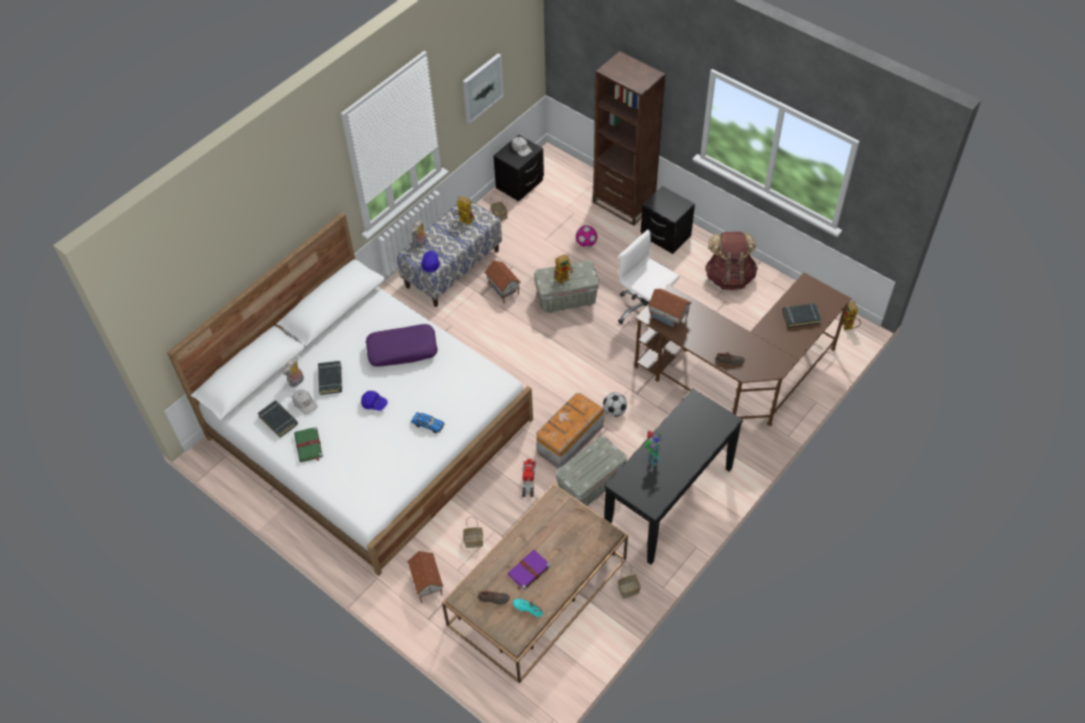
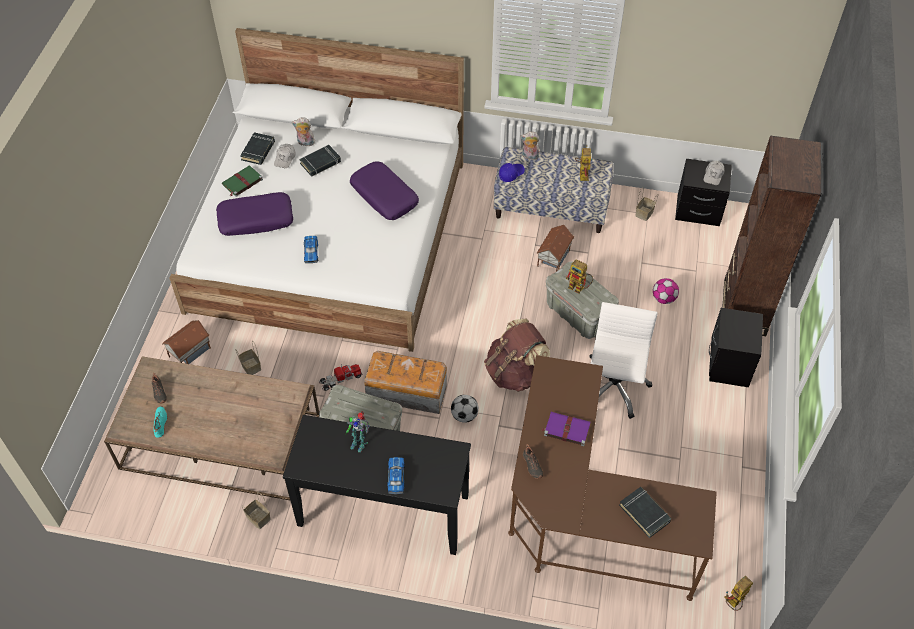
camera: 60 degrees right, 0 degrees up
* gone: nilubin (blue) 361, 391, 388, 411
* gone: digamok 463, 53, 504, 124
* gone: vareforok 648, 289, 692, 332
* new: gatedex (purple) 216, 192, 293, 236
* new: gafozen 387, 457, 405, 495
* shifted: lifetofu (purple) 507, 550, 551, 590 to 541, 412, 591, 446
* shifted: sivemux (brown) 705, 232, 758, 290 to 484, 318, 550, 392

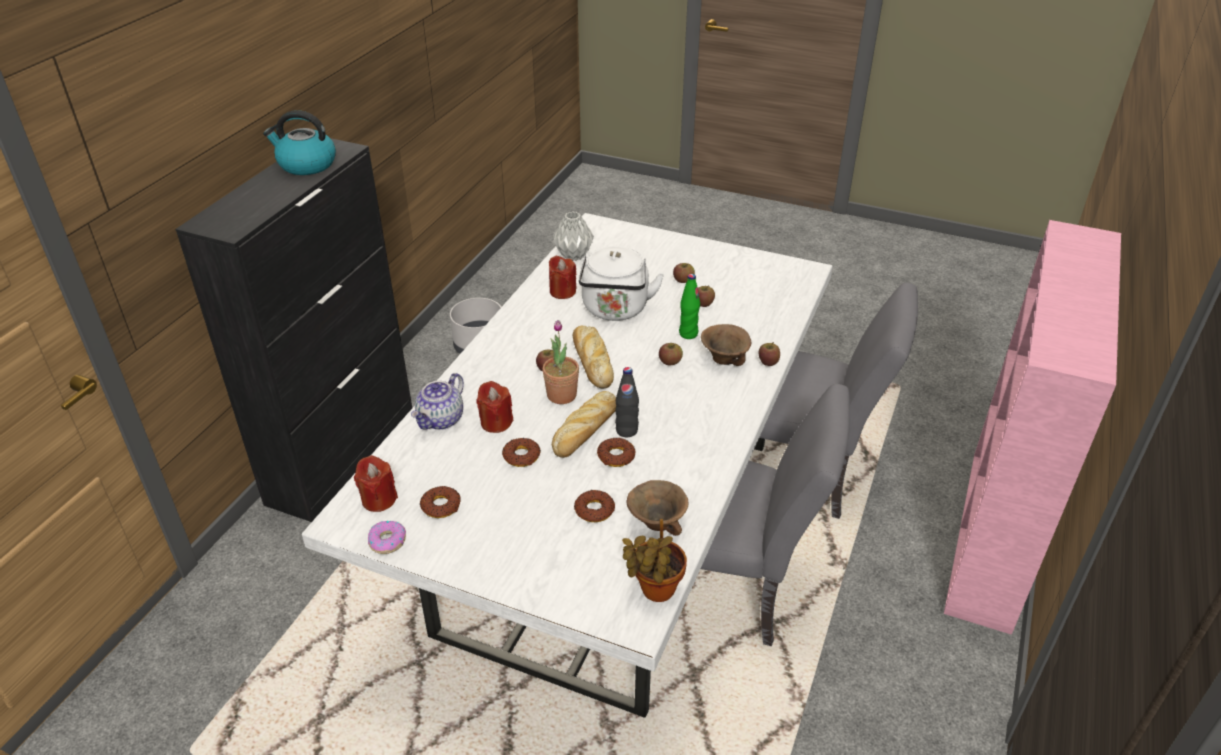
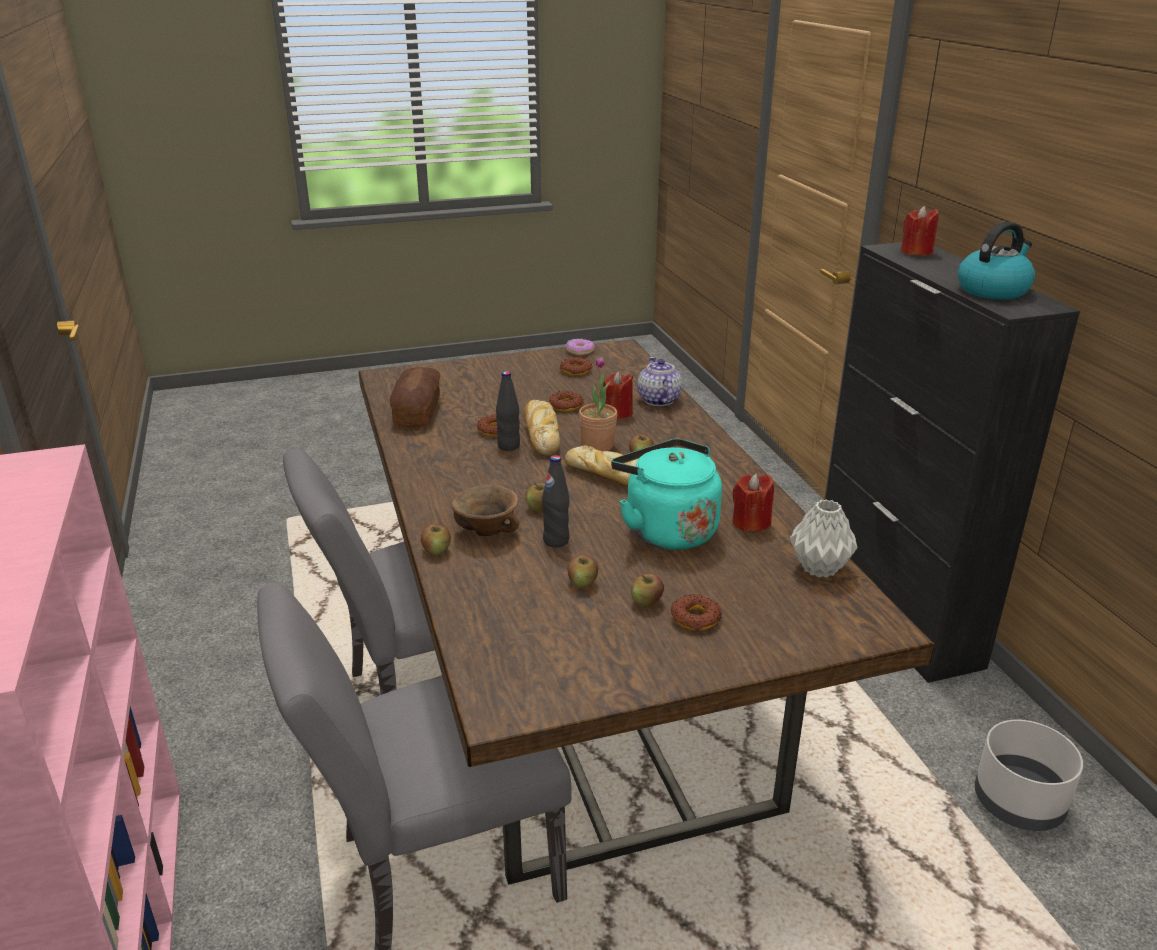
camera: 140 degrees right, 10 degrees down
* gone: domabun 622, 519, 687, 602
* shifted: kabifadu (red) 354, 455, 398, 512 to 901, 206, 939, 256
* shifted: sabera 574, 490, 615, 522 to 671, 594, 722, 631
* swapped: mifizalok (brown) 627, 480, 689, 536 to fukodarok 390, 367, 440, 427
* repainted: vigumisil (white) 302, 213, 832, 718 to vigumisil (brown) 359, 339, 935, 885
* repainted: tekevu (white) 579, 246, 664, 321 to tekevu (turquoise) 611, 439, 722, 550
* repainted: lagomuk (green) 679, 274, 700, 339 to lagomuk (black) 542, 455, 570, 547

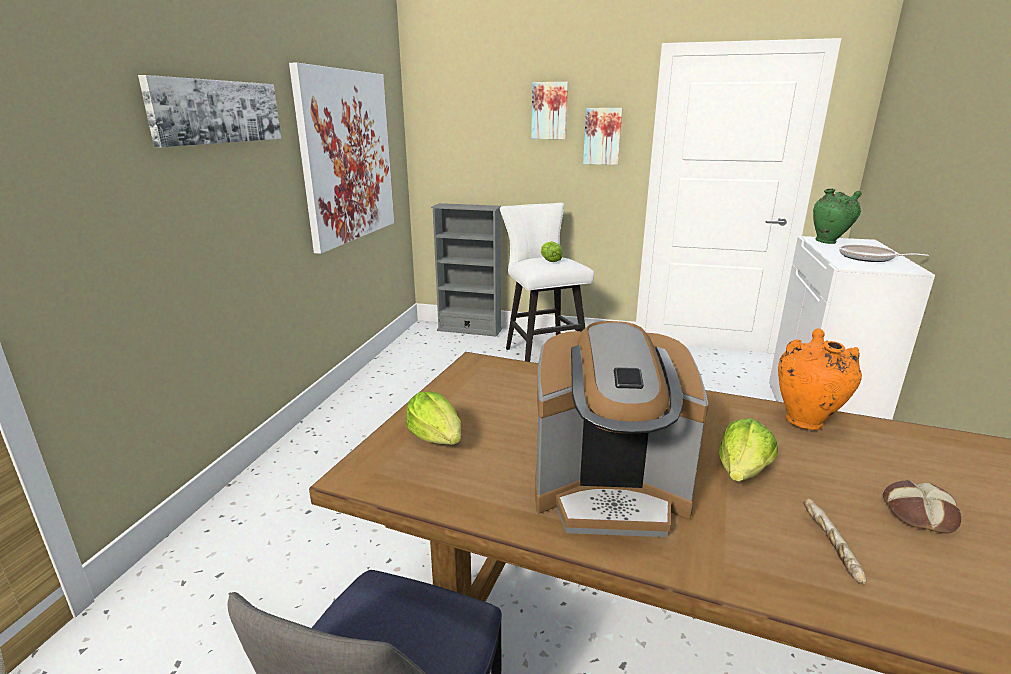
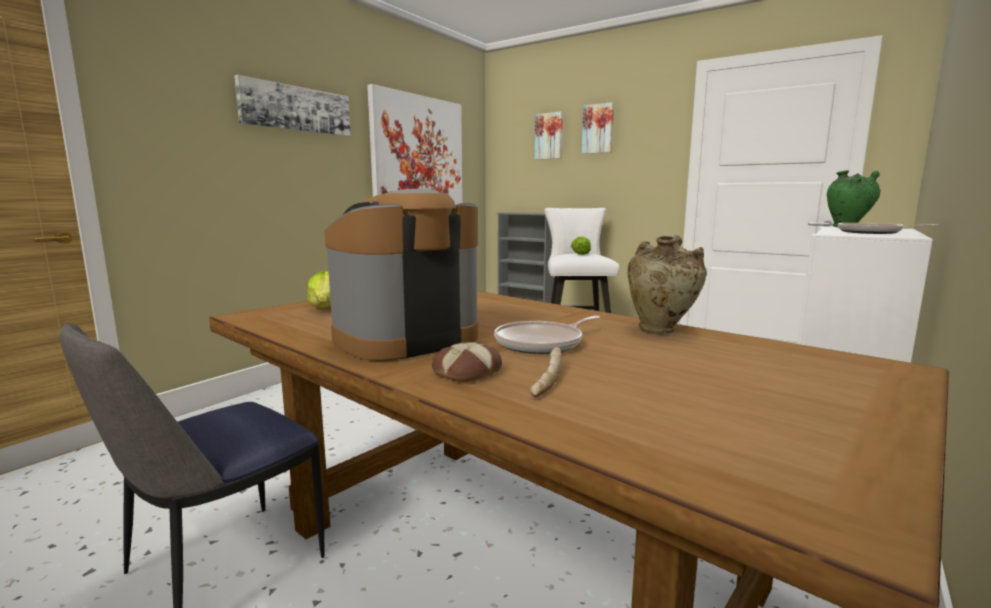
camera: 20 degrees right, 10 degrees down
* shifted: digamok 583, 108, 623, 165 to 535, 112, 563, 160
* shifted: fukodarok 883, 480, 961, 534 to 432, 342, 502, 382
* swapped: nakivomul 719, 418, 778, 482 to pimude 494, 316, 600, 354
* repainted: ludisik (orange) 778, 329, 862, 430 to ludisik (beige) 627, 235, 707, 333
* rotated: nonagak 535, 321, 709, 537 = 324, 189, 478, 361 120 degrees clockwise

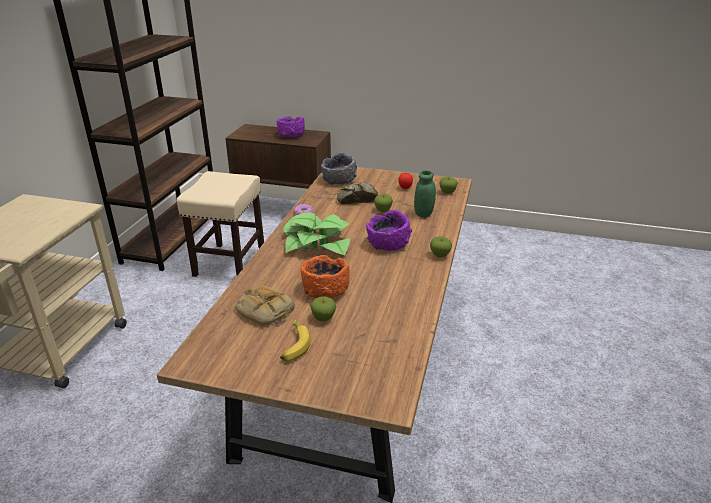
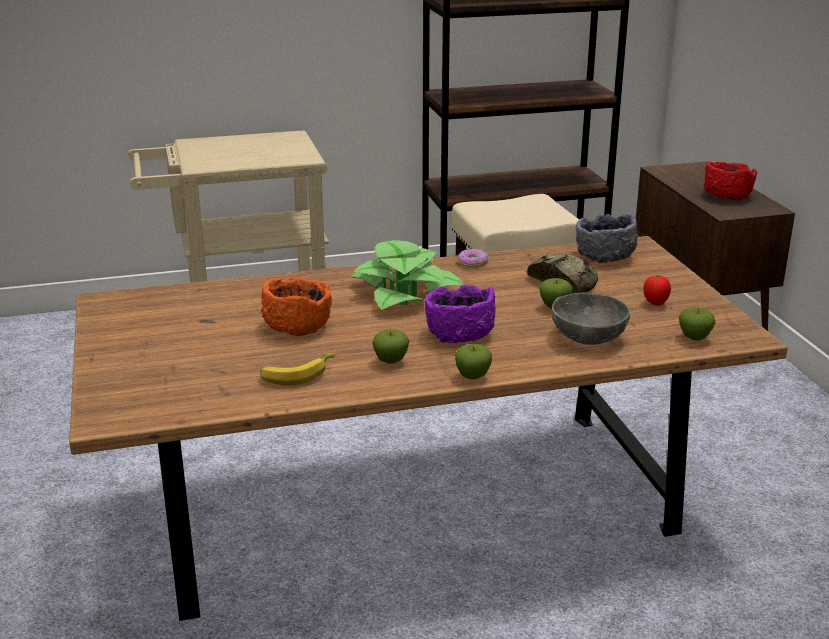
camera: 60 degrees right, 5 degrees down
* gone: fukodarok 235, 285, 295, 326
* shifted: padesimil 280, 319, 311, 362 to 260, 353, 335, 386
* shifted: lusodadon 310, 296, 336, 322 to 372, 329, 409, 364
* swapped: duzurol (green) 414, 170, 436, 218 to mifizalok (grey) 552, 292, 631, 345
* repainted: mifizalok (purple) 277, 116, 305, 137 to mifizalok (red) 704, 162, 757, 200

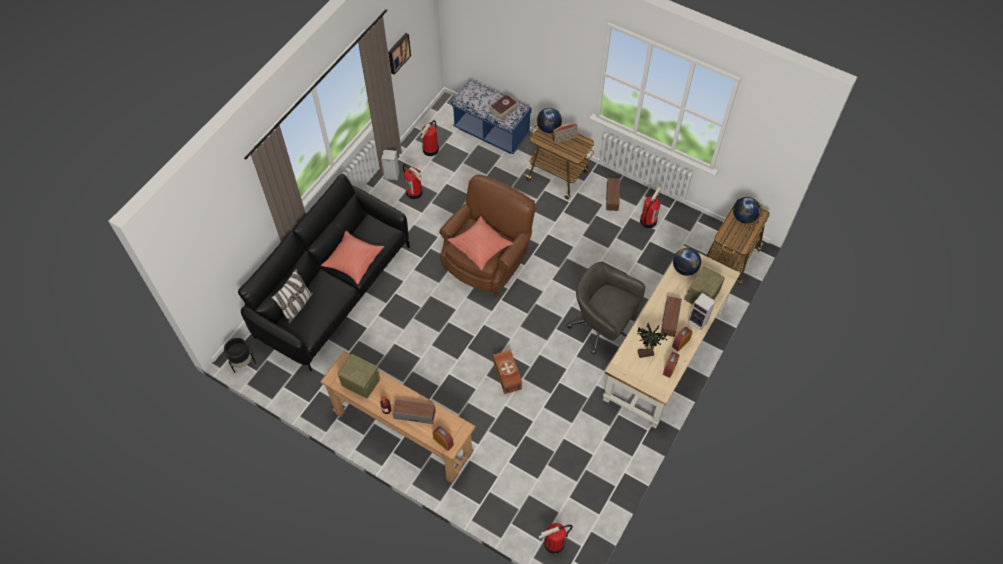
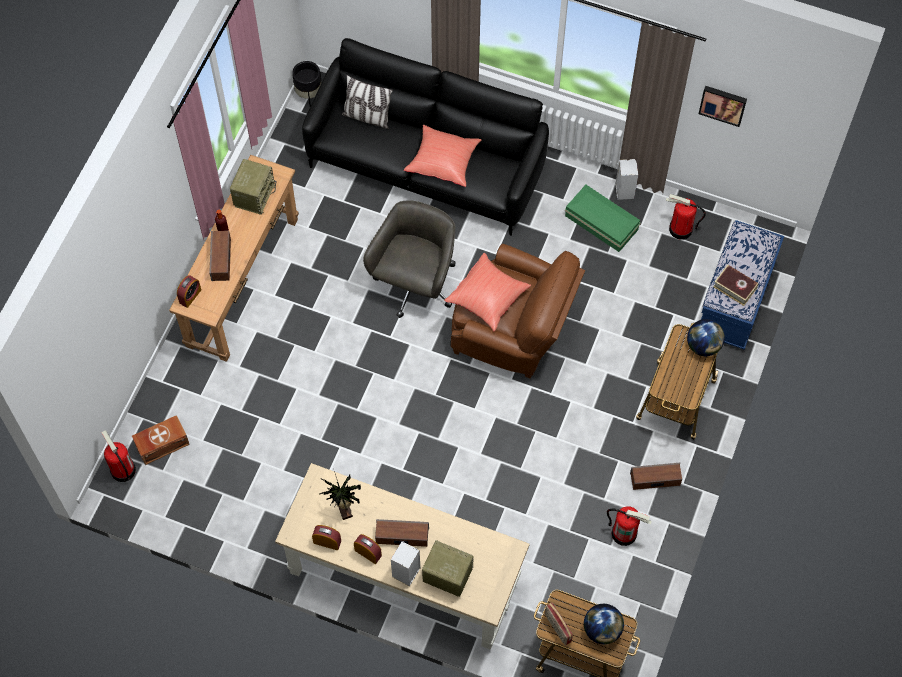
camera: 80 degrees right, 5 degrees up
* gone: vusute 673, 248, 701, 276
* shifted: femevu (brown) 493, 350, 522, 394 to 132, 415, 190, 465
* shifted: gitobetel 553, 123, 578, 143 to 545, 602, 573, 645
* shifted: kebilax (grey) 567, 262, 645, 355 to 363, 200, 456, 318
* swapped: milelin 403, 164, 423, 199 to femevu (green) 565, 185, 640, 252

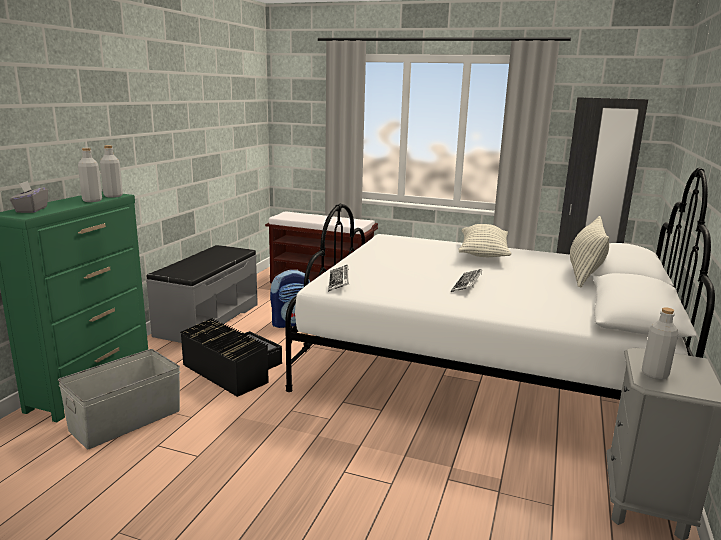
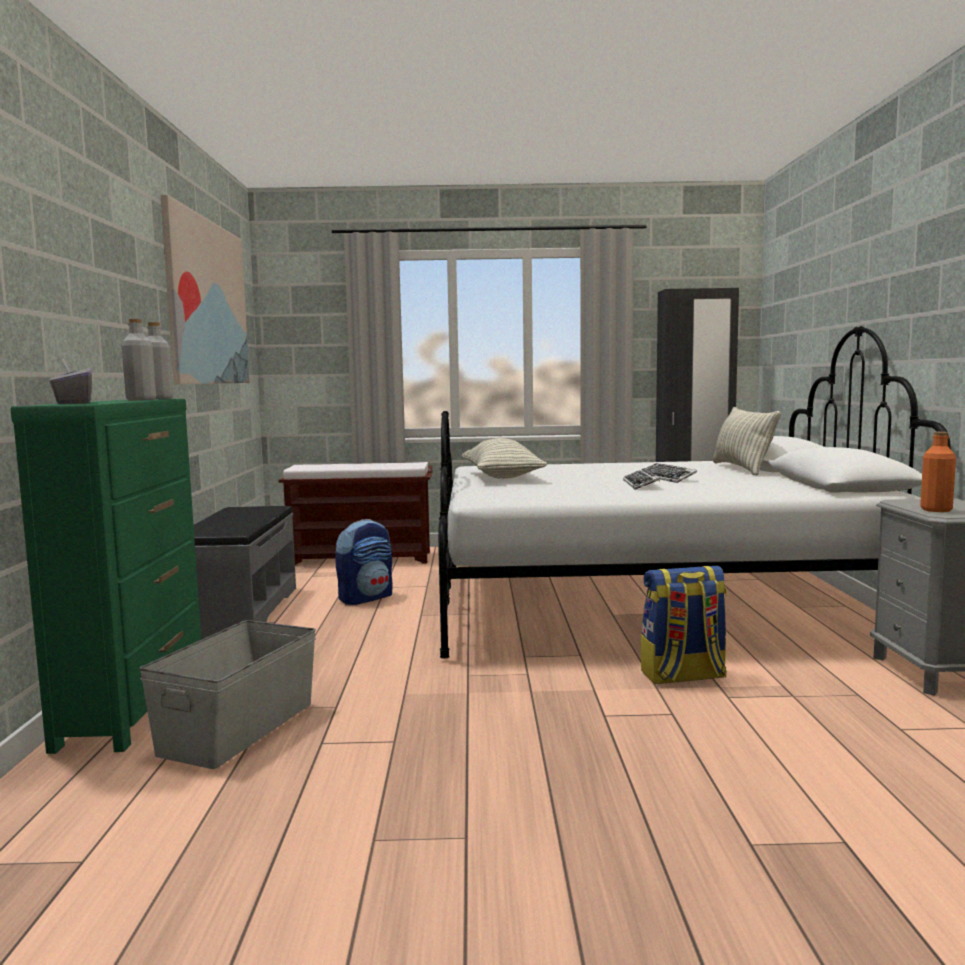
camera: 20 degrees left, 10 degrees down
* gone: femevu (black) 180, 318, 282, 397
* new: digamok 160, 195, 250, 384
* new: sivemux 641, 566, 727, 684
* shifted: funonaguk 328, 265, 349, 292 to 645, 463, 697, 483
* shifted: gatedex 459, 224, 512, 257 to 462, 438, 547, 479
* repainted: lagomuk (grey) 642, 307, 678, 380 to lagomuk (orange) 920, 432, 956, 512

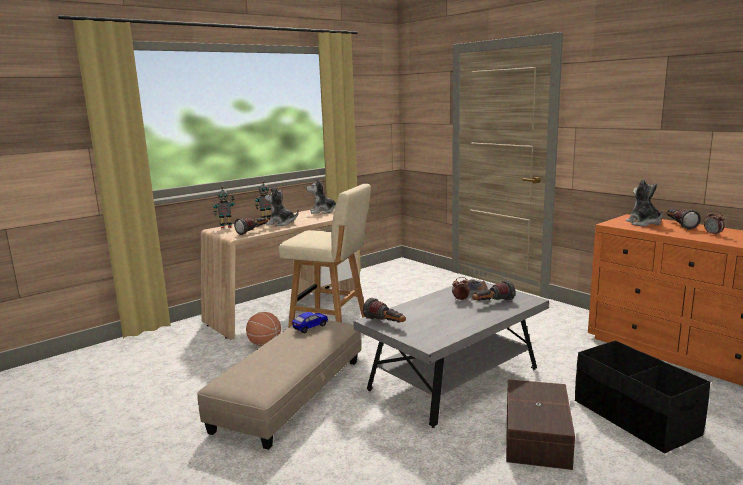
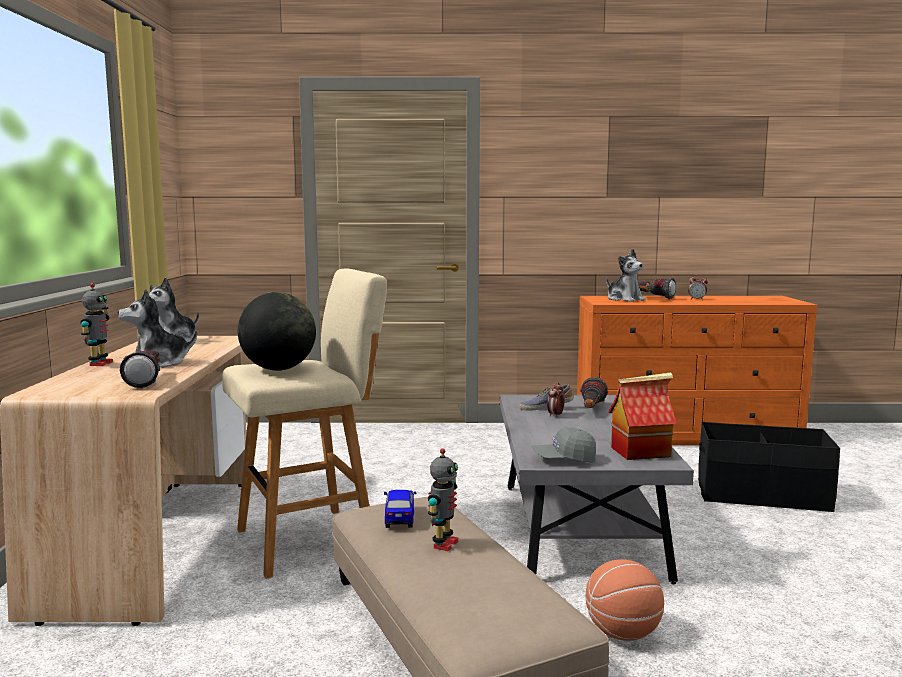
camera: 50 degrees left, 5 degrees down
* gone: femevu (brown) 506, 379, 575, 470
* new: vusute 238, 292, 316, 371
* new: vareforok 608, 372, 677, 460
* shifted: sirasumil 213, 187, 235, 228 to 428, 448, 458, 551
* shifted: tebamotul 246, 312, 281, 346 to 586, 559, 664, 641
* swapped: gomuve 363, 298, 406, 323 to nilubin (grey) 531, 427, 596, 463
* rotated: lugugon 626, 179, 663, 227 = 606, 249, 646, 302 150 degrees counterclockwise

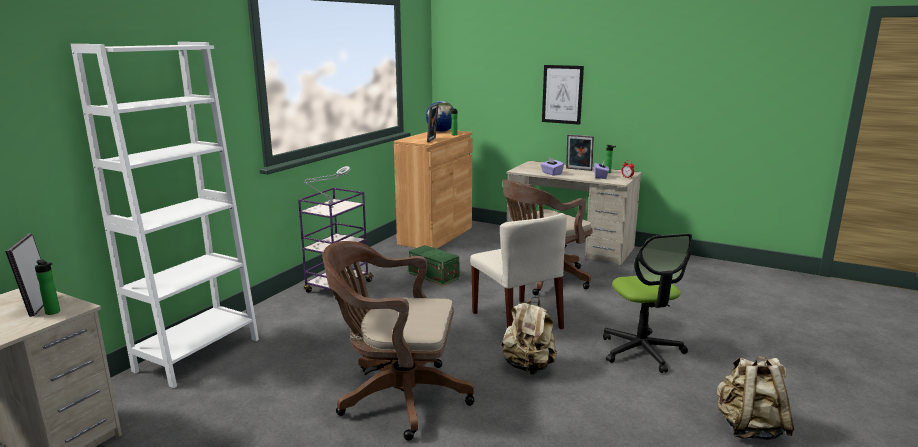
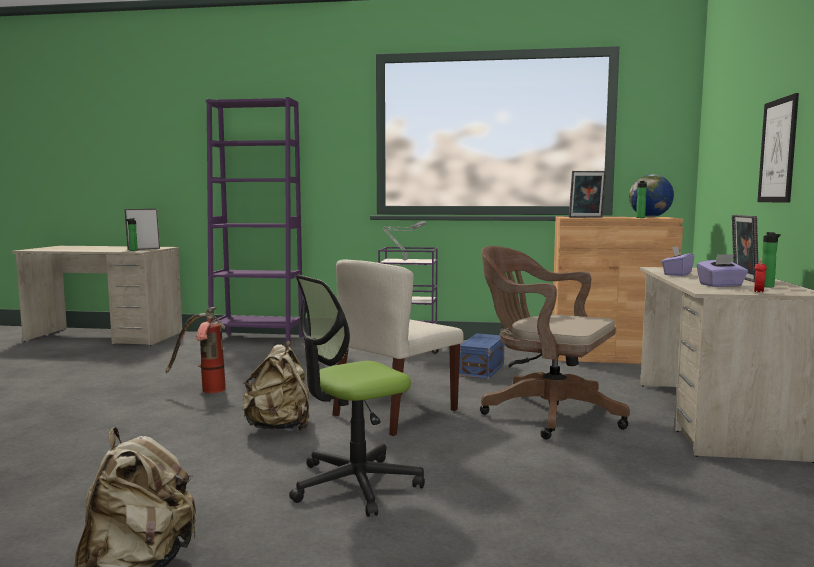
camera: 70 degrees right, 10 degrees down
* swapped: kebilax (brown) 322, 241, 474, 440 to milelin 165, 307, 226, 393
* repainted: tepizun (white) 71, 42, 259, 388 to tepizun (purple) 206, 97, 303, 346
* repainted: femevu (green) 408, 245, 460, 286 to femevu (blue) 459, 333, 504, 379

